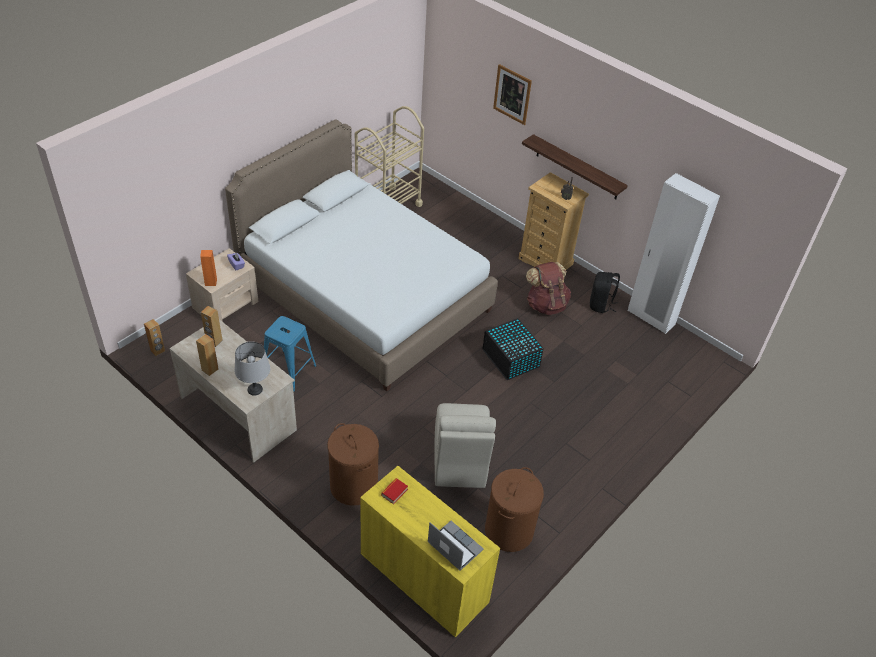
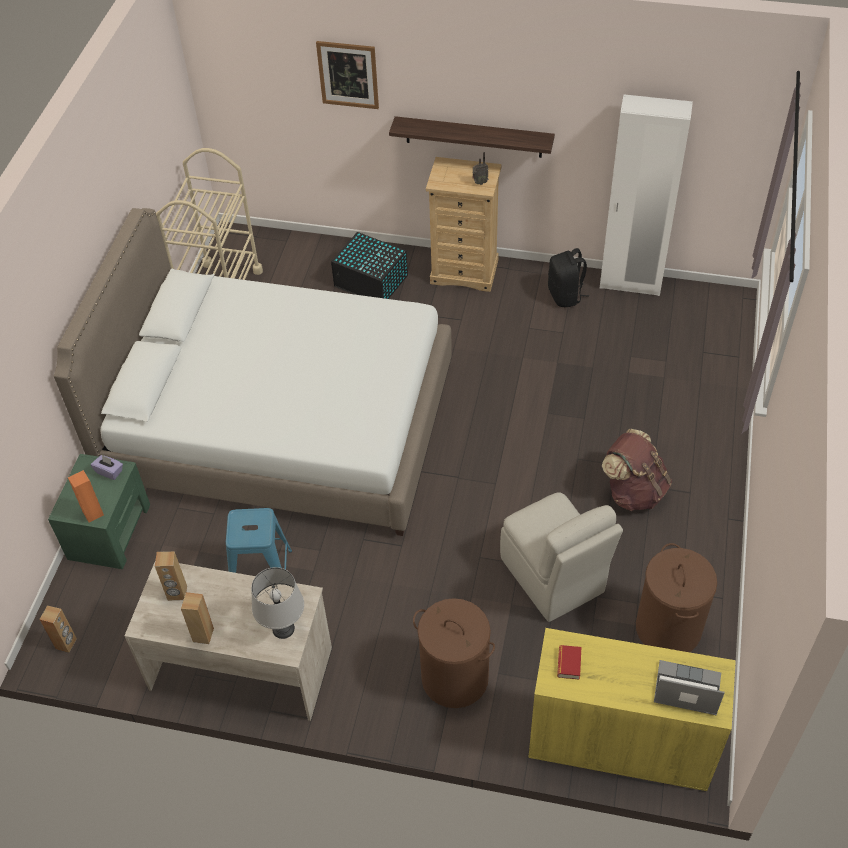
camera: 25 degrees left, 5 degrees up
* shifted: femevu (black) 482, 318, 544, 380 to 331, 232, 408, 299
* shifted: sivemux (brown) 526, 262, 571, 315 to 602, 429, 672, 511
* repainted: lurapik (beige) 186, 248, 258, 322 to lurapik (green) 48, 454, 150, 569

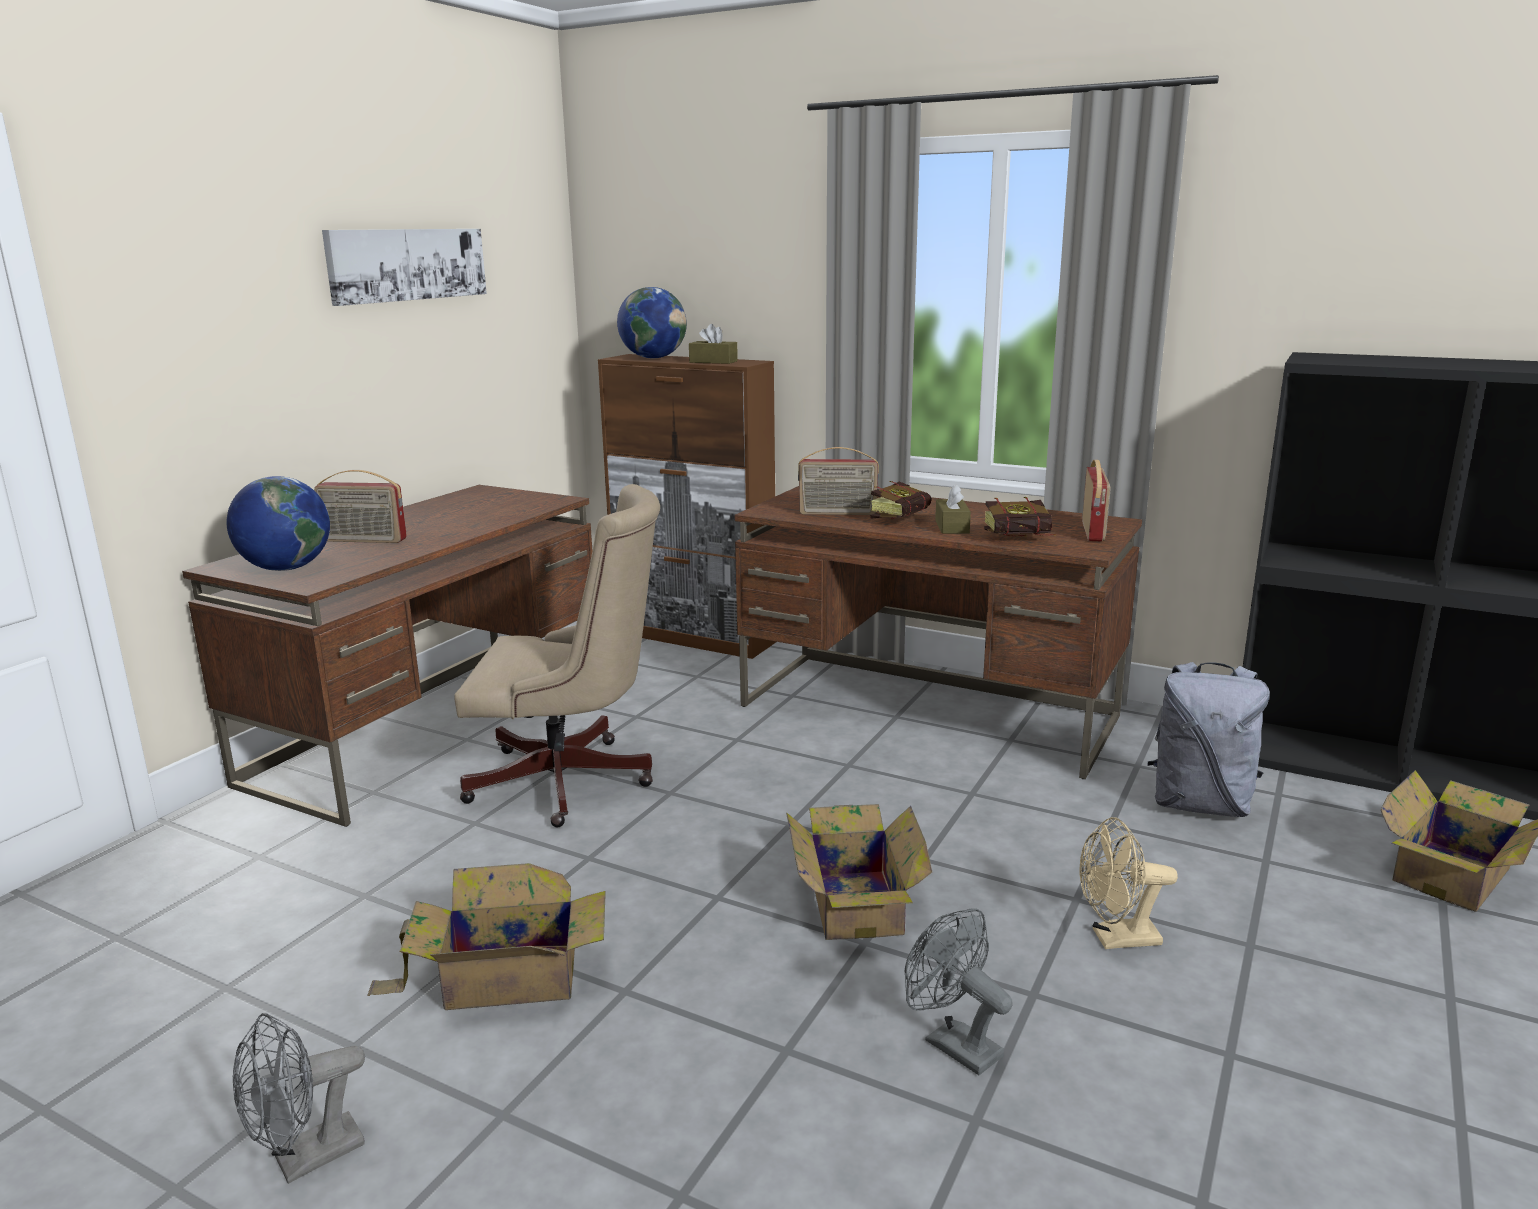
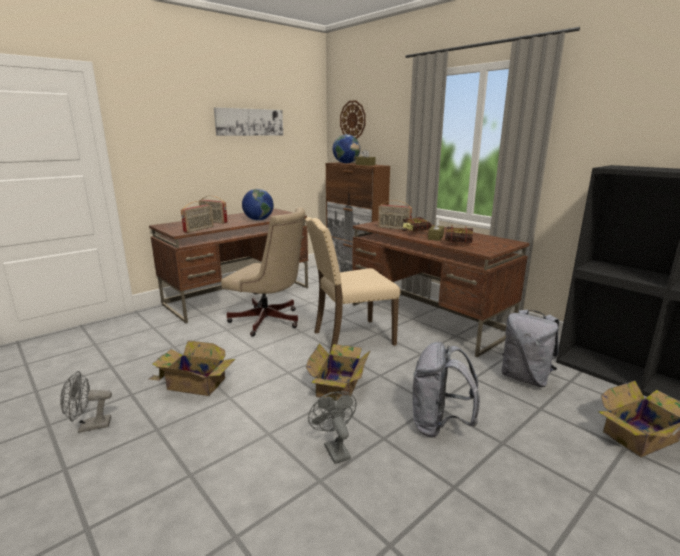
camera: 20 degrees right, 0 degrees up
* new: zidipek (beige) 305, 217, 400, 353
* new: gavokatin 340, 100, 366, 139
* shifted: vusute 227, 476, 330, 571 to 242, 189, 274, 220
* shifted: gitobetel 1082, 460, 1111, 542 to 181, 201, 213, 233
* swapped: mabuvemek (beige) 1079, 817, 1178, 949 to sivemux (grey) 413, 342, 480, 438

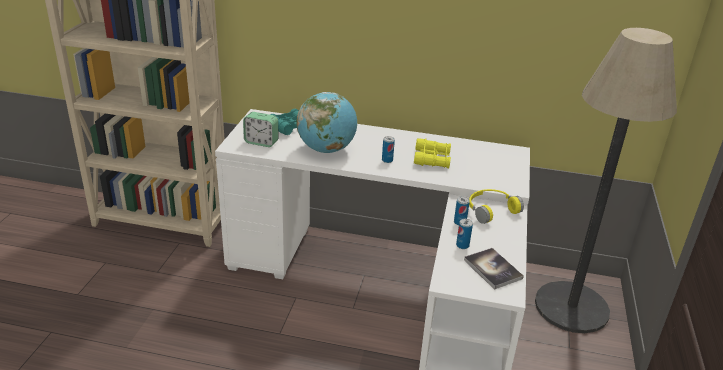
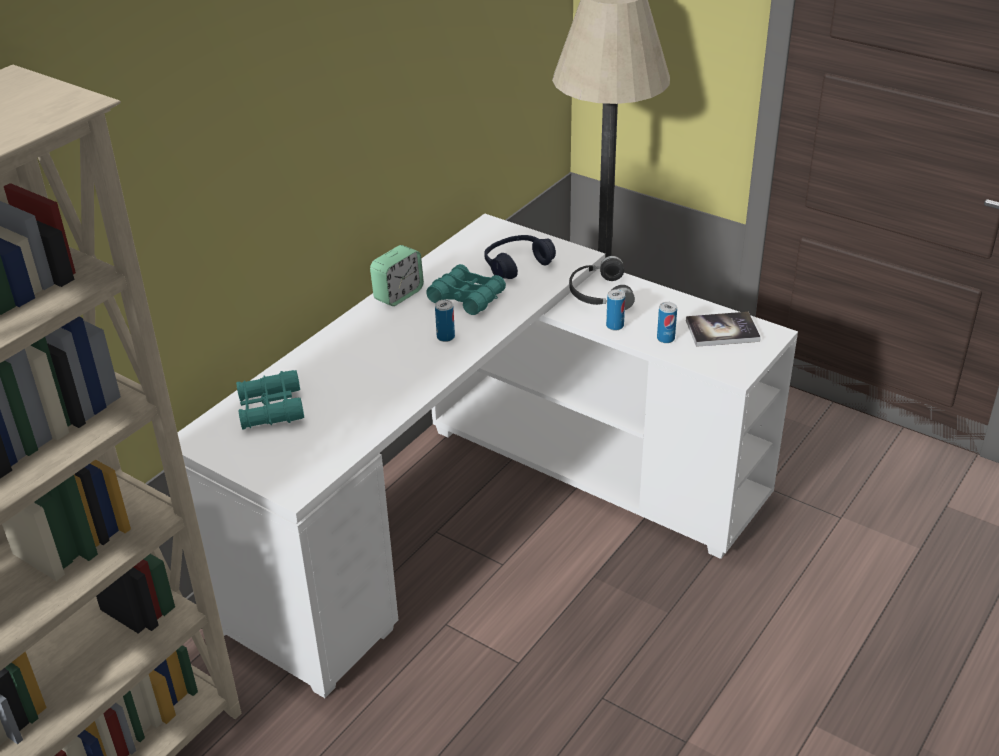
camera: 65 degrees left, 5 degrees up
* gone: vusute 296, 92, 357, 153
* new: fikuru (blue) 484, 235, 556, 279
* shifted: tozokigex 243, 112, 278, 147 to 370, 245, 424, 306
* repainted: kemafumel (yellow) 414, 138, 451, 168 to kemafumel (turquoise) 426, 264, 506, 315
* repainted: fikuru (yellow) 469, 189, 524, 224 to fikuru (black) 569, 256, 635, 310

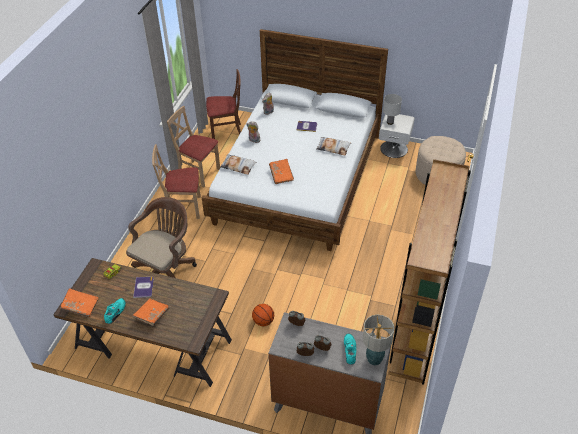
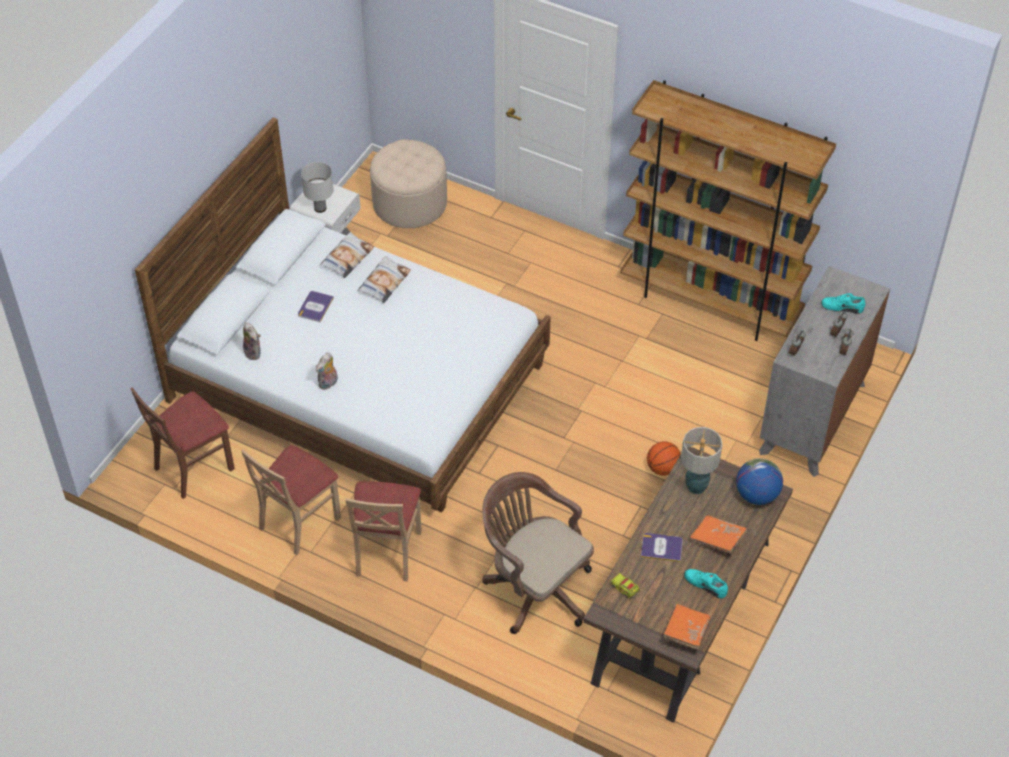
camera: 80 degrees left, 5 degrees up
* gone: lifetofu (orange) 269, 159, 294, 184
* new: vusute 736, 458, 783, 505
* shifted: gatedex 220, 154, 256, 175 to 320, 232, 374, 278
* shifted: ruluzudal 362, 314, 394, 366 to 681, 427, 722, 494
* rotated: zidipek (brown) 206, 69, 241, 139 = 131, 387, 235, 499 135 degrees counterclockwise

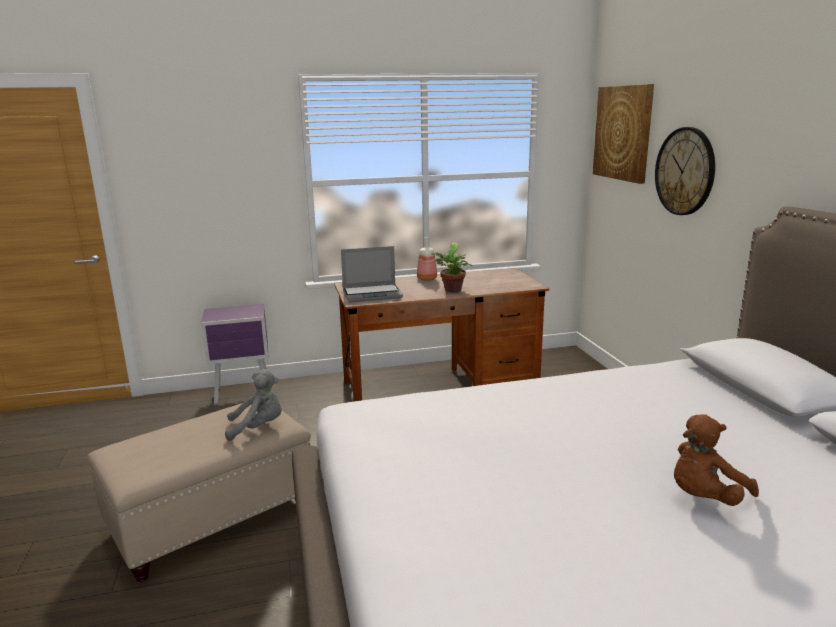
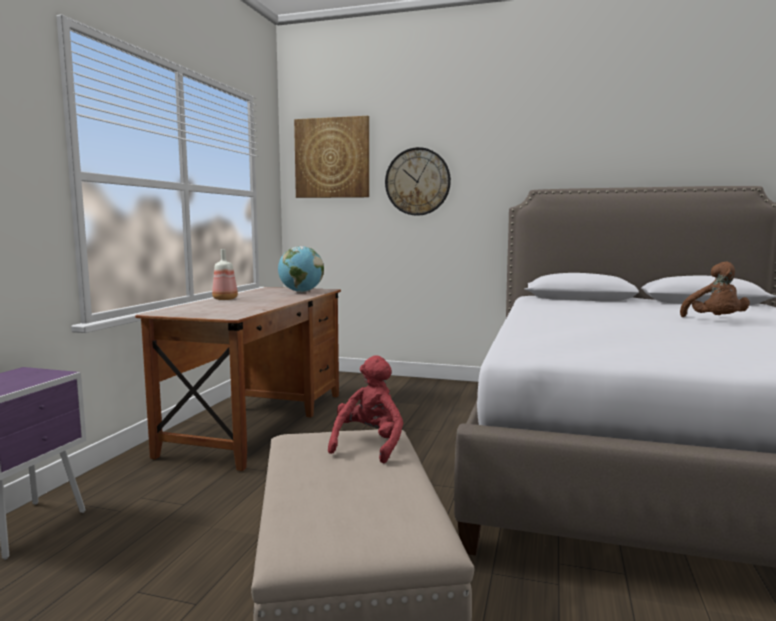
camera: 60 degrees left, 10 degrees down
* gone: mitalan 341, 246, 403, 303
* gone: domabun 432, 242, 472, 293
* new: vusute 278, 246, 324, 292
* repainted: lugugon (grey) 225, 369, 281, 441 to lugugon (red) 328, 355, 403, 464

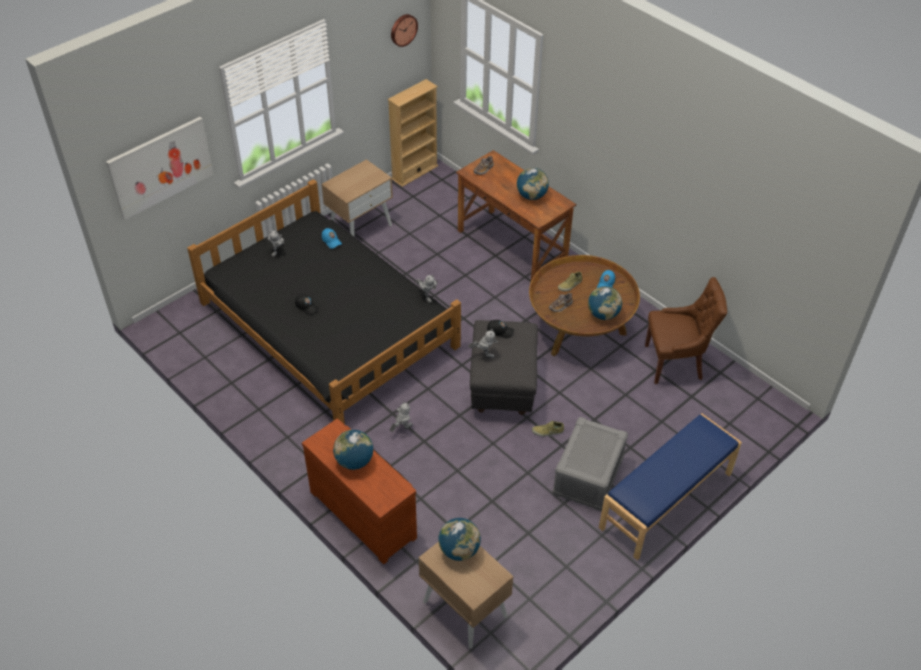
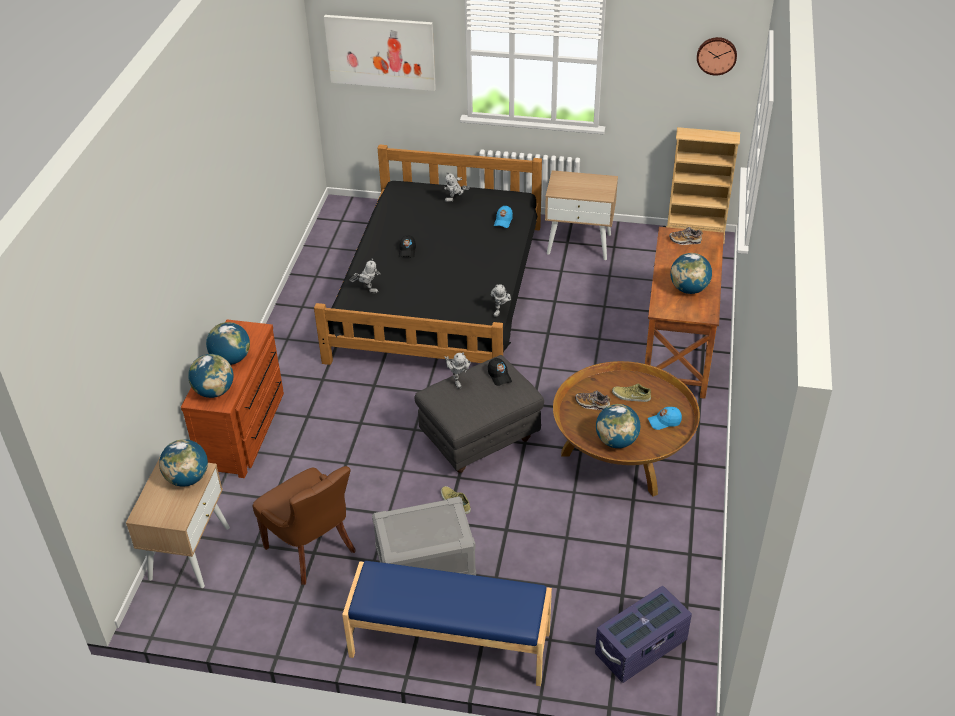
camera: 55 degrees right, 5 degrees down
* new: vusute 188, 354, 233, 398
* new: femevu (purple) 595, 586, 692, 683
* shifted: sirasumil 390, 401, 413, 432 to 350, 258, 380, 293
* shifted: zidipek (brown) 645, 277, 727, 384 to 253, 466, 356, 585

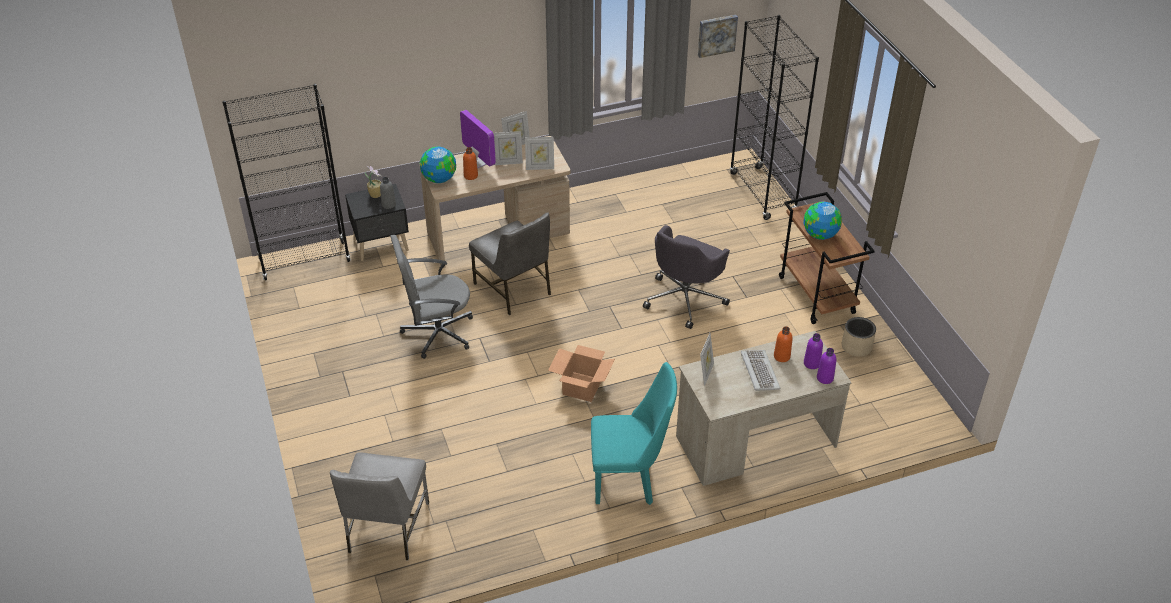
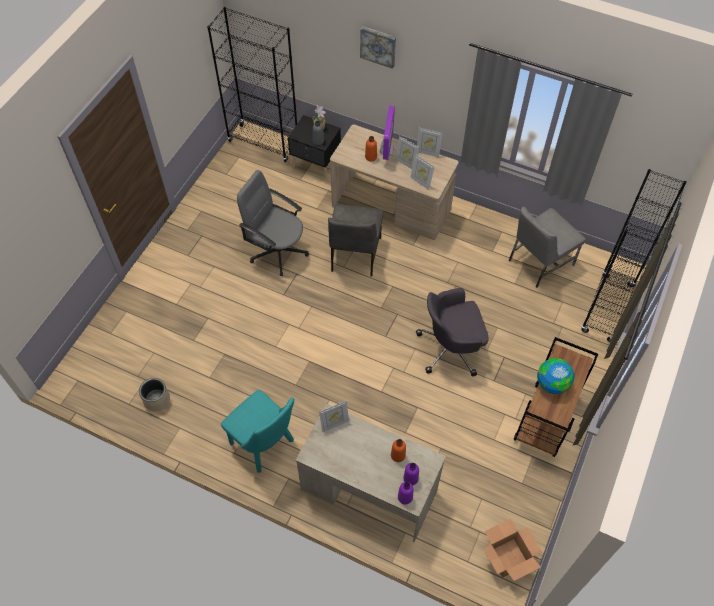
camera: 45 degrees right, 15 degrees up
* gone: vusute 420, 147, 456, 183
* gone: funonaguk 741, 350, 780, 391
* shifted: zidipek (grey) 330, 452, 429, 560 to 508, 207, 586, 288
* shifted: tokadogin 548, 345, 615, 402 to 483, 519, 542, 581
* shifted: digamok 698, 15, 738, 58 to 360, 26, 396, 69
* shifted: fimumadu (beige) 842, 317, 876, 356 to 139, 378, 170, 411

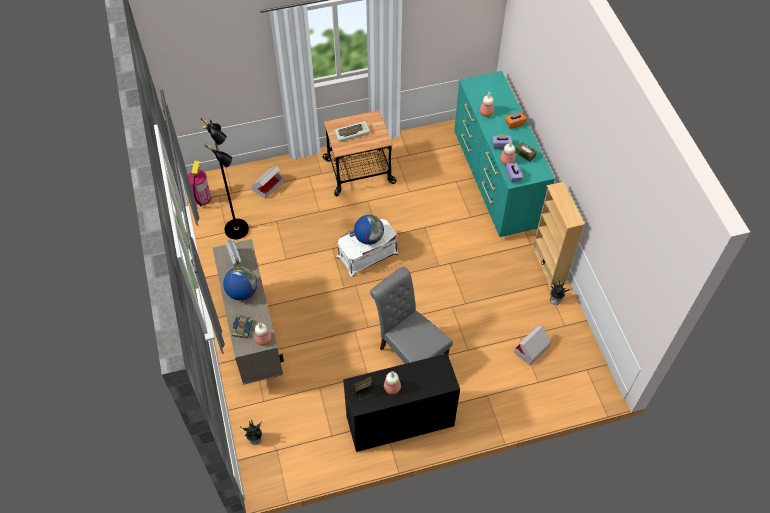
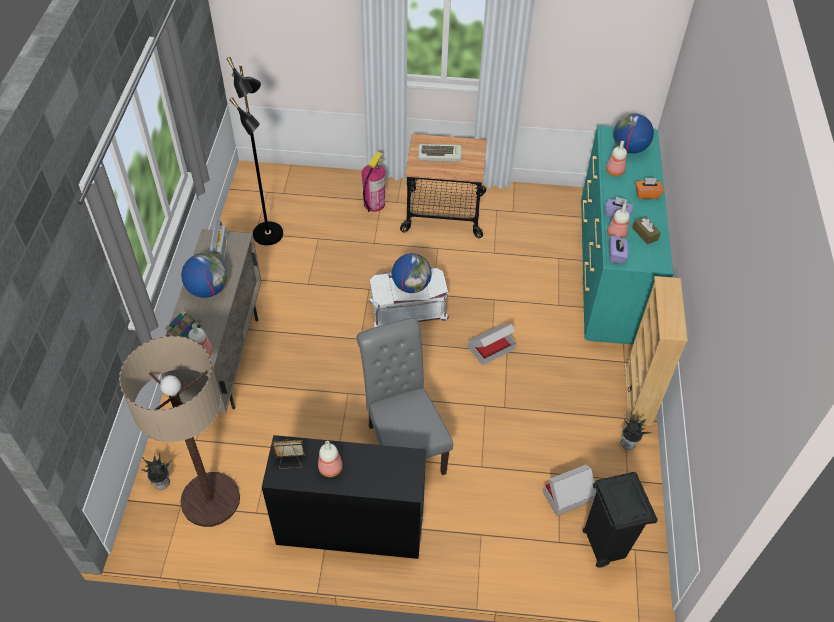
camera: 20 degrees right, 5 degrees down
* new: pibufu 119, 336, 240, 527
* new: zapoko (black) 582, 472, 658, 568
* new: vusute 613, 114, 654, 154
* shifted: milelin 188, 160, 211, 207 to 362, 151, 386, 212
* shifted: tokadogin 251, 166, 284, 199 to 468, 324, 516, 366

